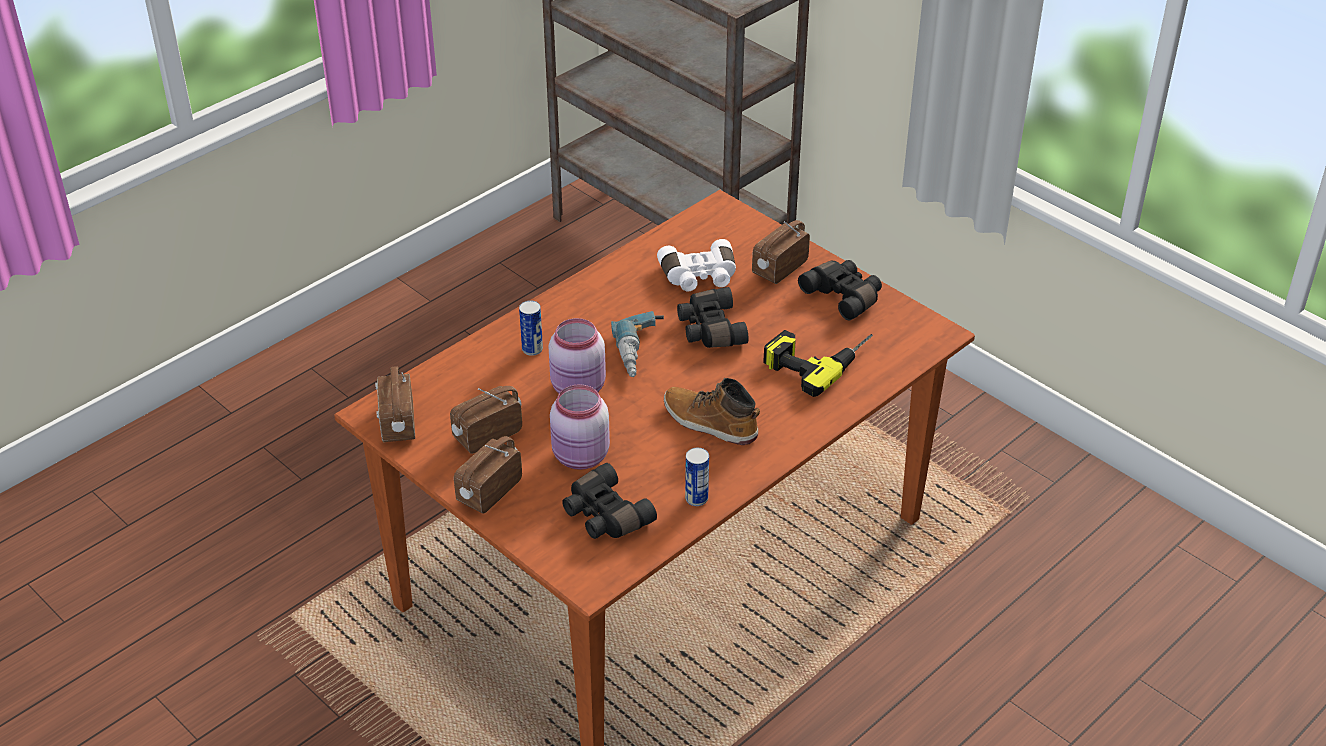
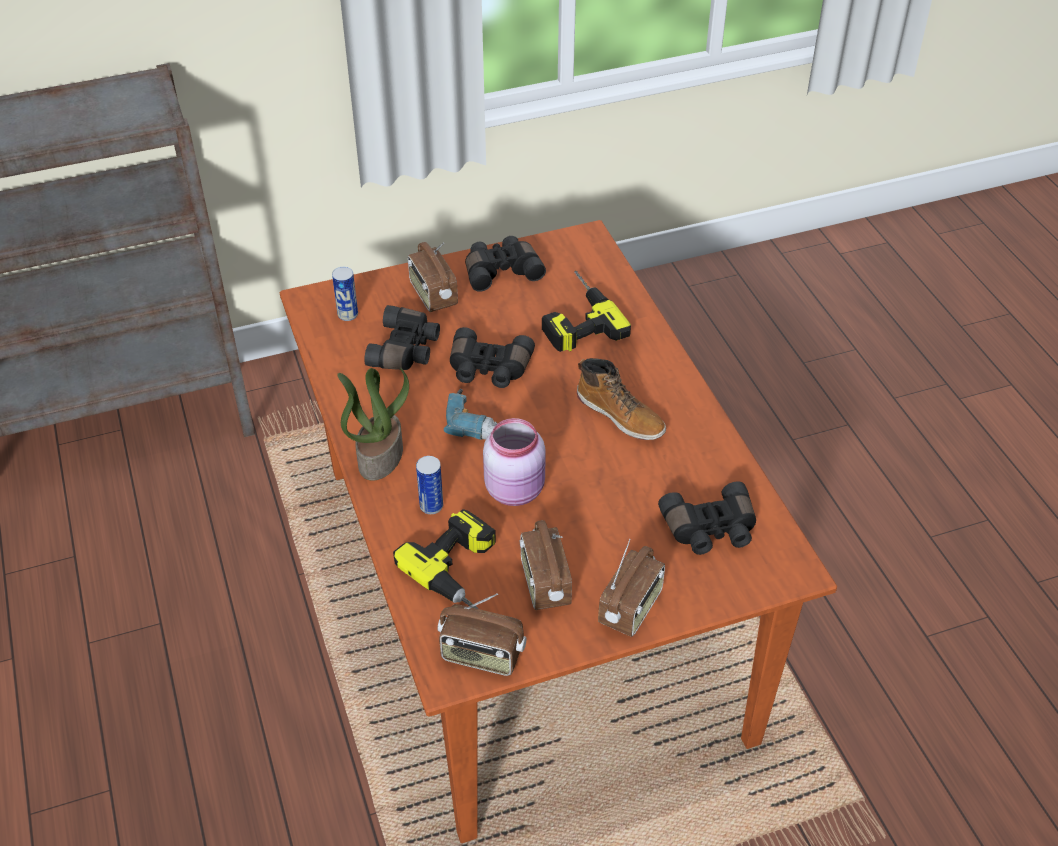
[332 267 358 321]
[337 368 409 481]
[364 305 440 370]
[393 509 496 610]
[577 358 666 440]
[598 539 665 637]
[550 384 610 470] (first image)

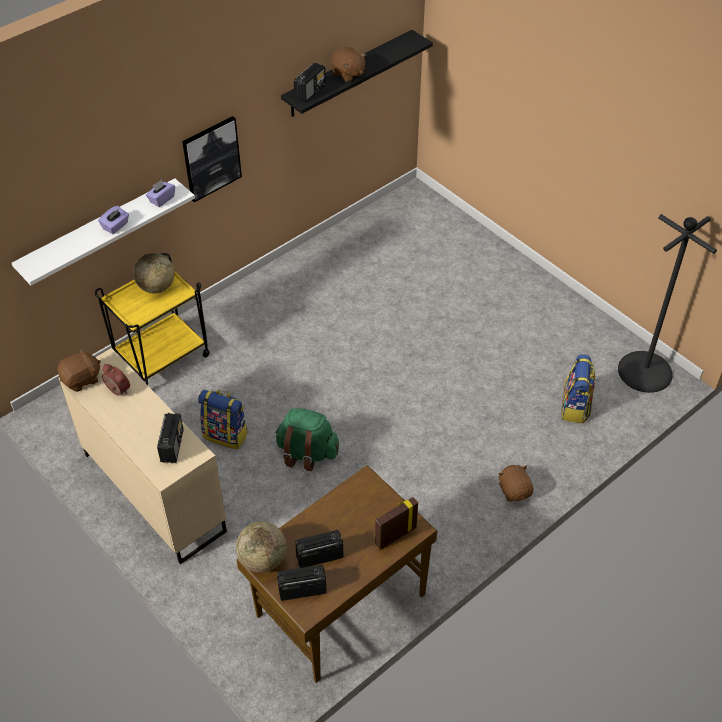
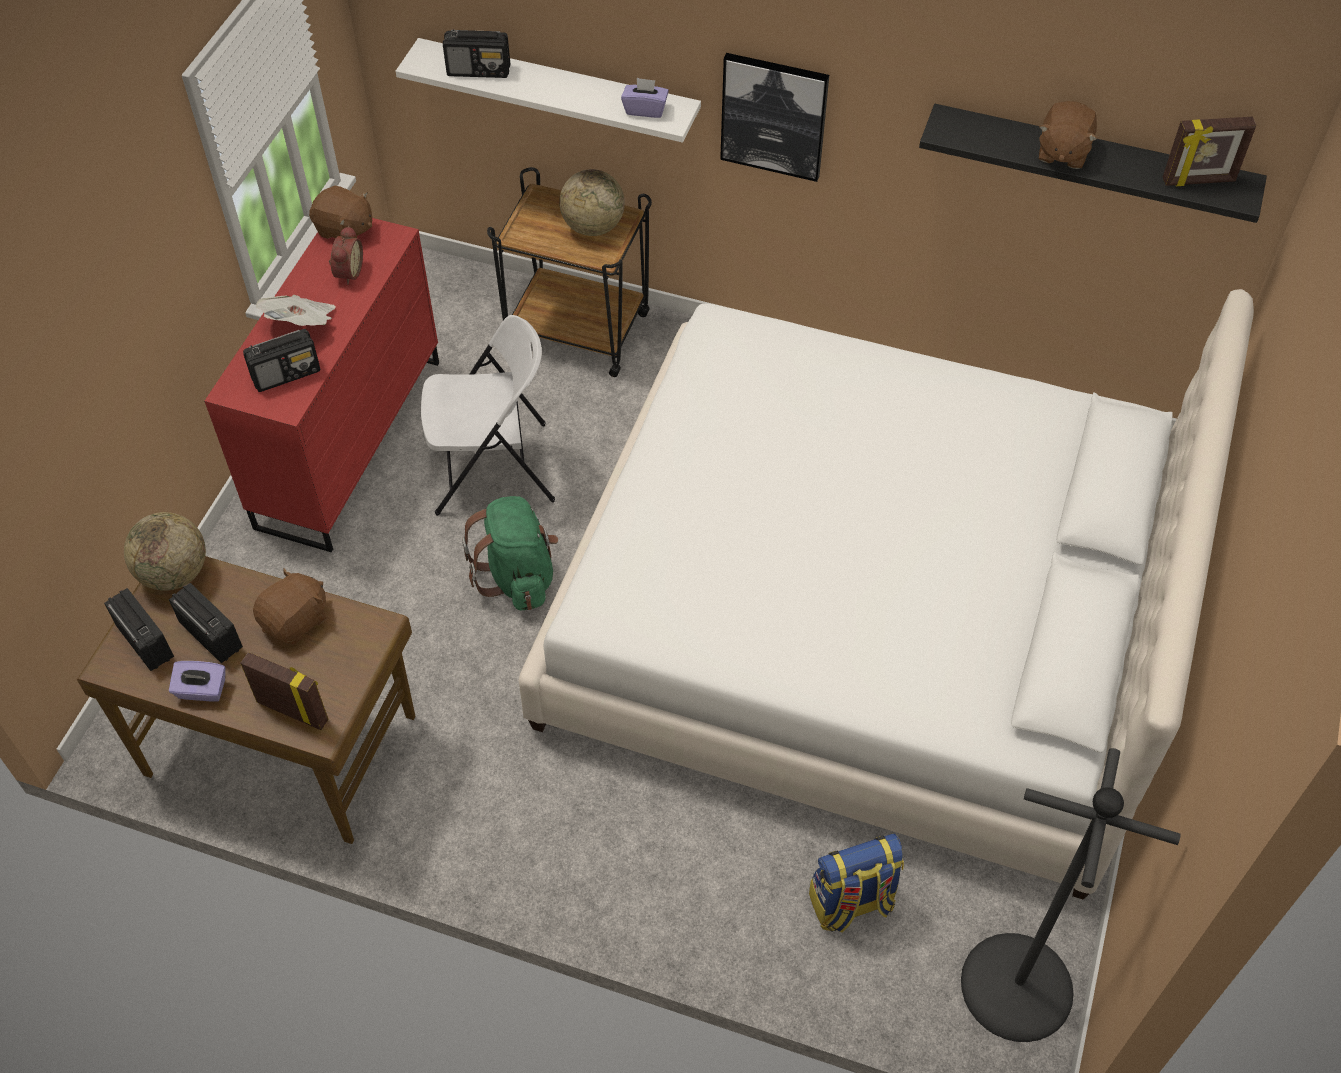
[169 661 225 702]
[204 218 439 552]
[253 568 326 644]
[256 295 336 326]
[421 315 555 516]
[443 29 510 78]
[487 167 652 377]
[519 289 1254 899]
[1163 117 1257 186]

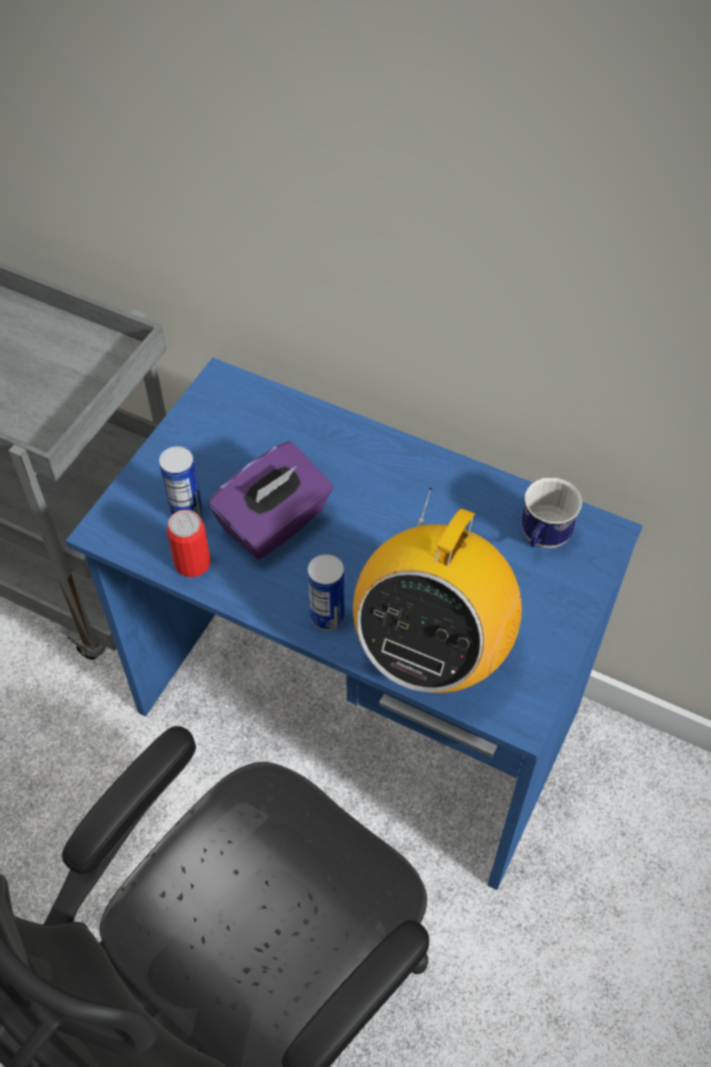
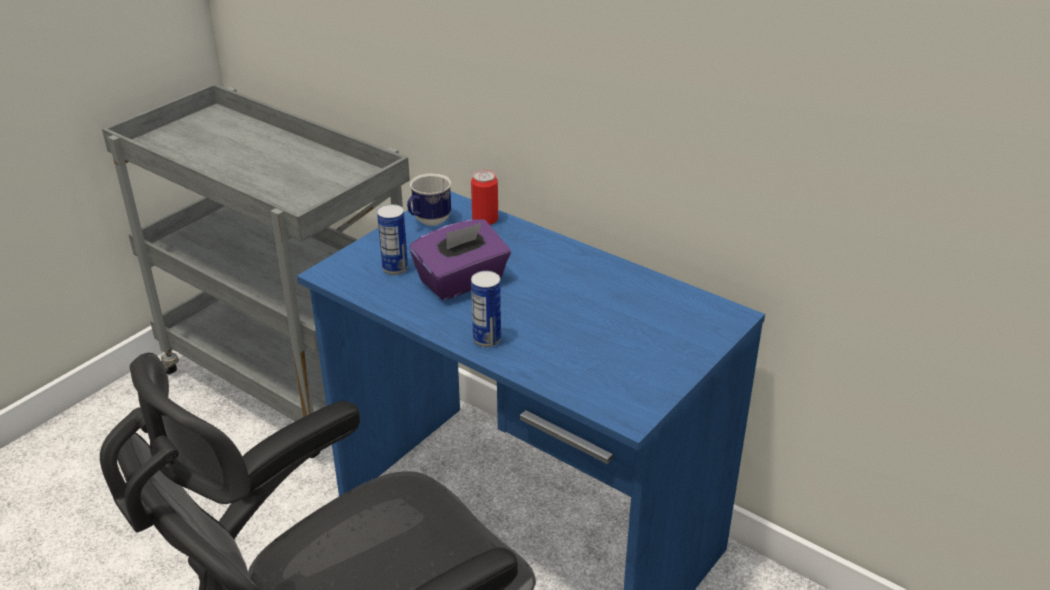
[407 173 451 226]
[471 170 498 225]
[353 488 522 693] (first image)

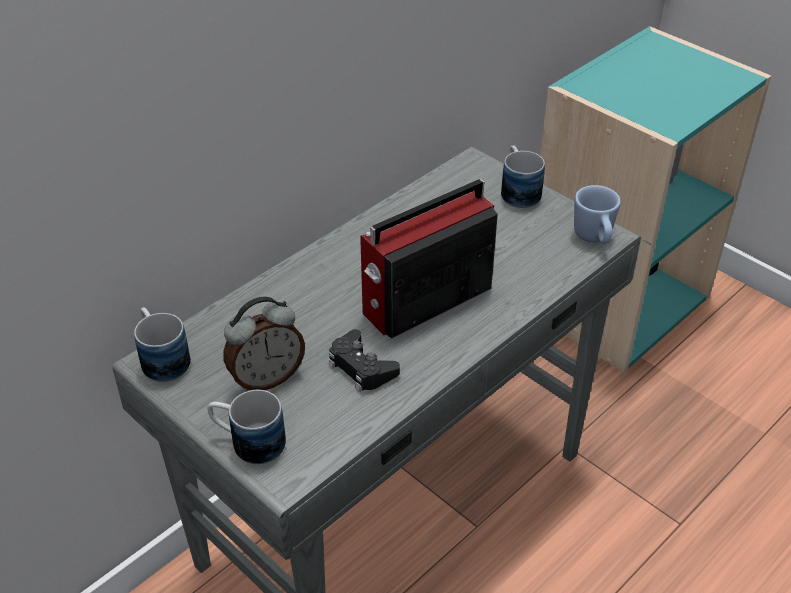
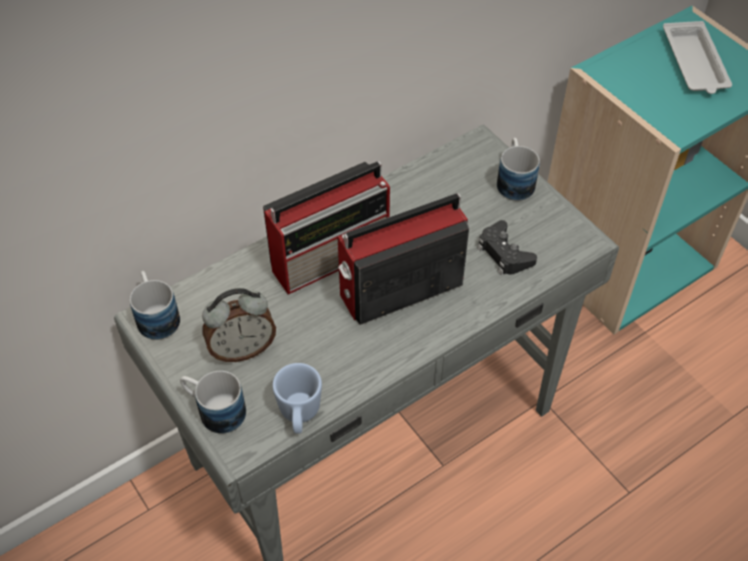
[263 161 390 295]
[272 363 322 434]
[477 220 537 275]
[663 21 732 94]

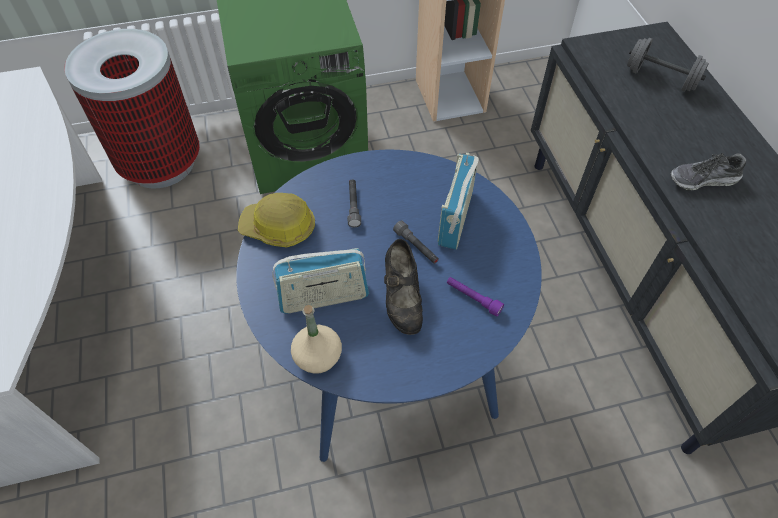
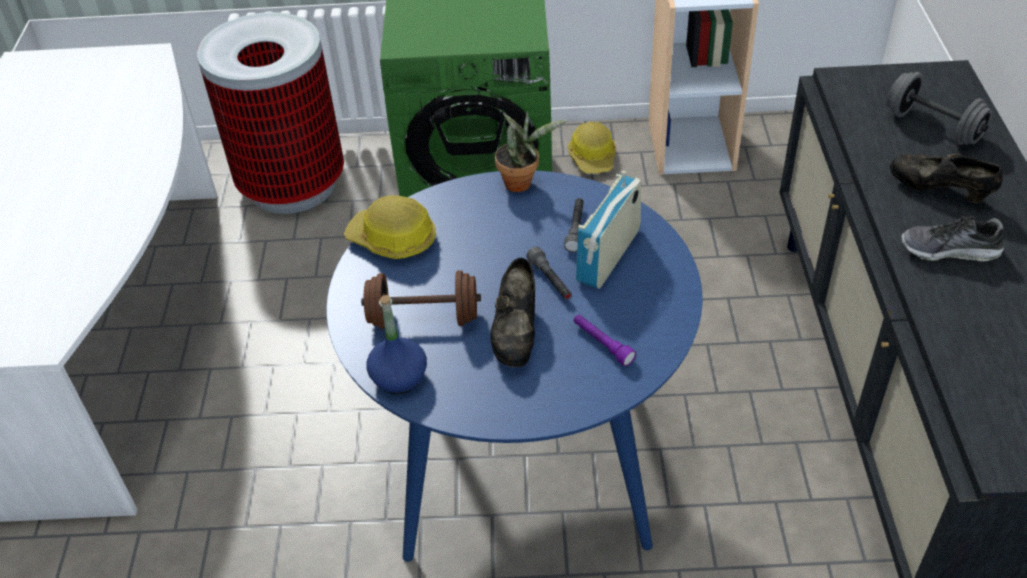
[361 270 481 329]
[367 295 427 395]
[495 112 567 192]
[564 198 584 252]
[568 122 616 173]
[890 154 1003 203]

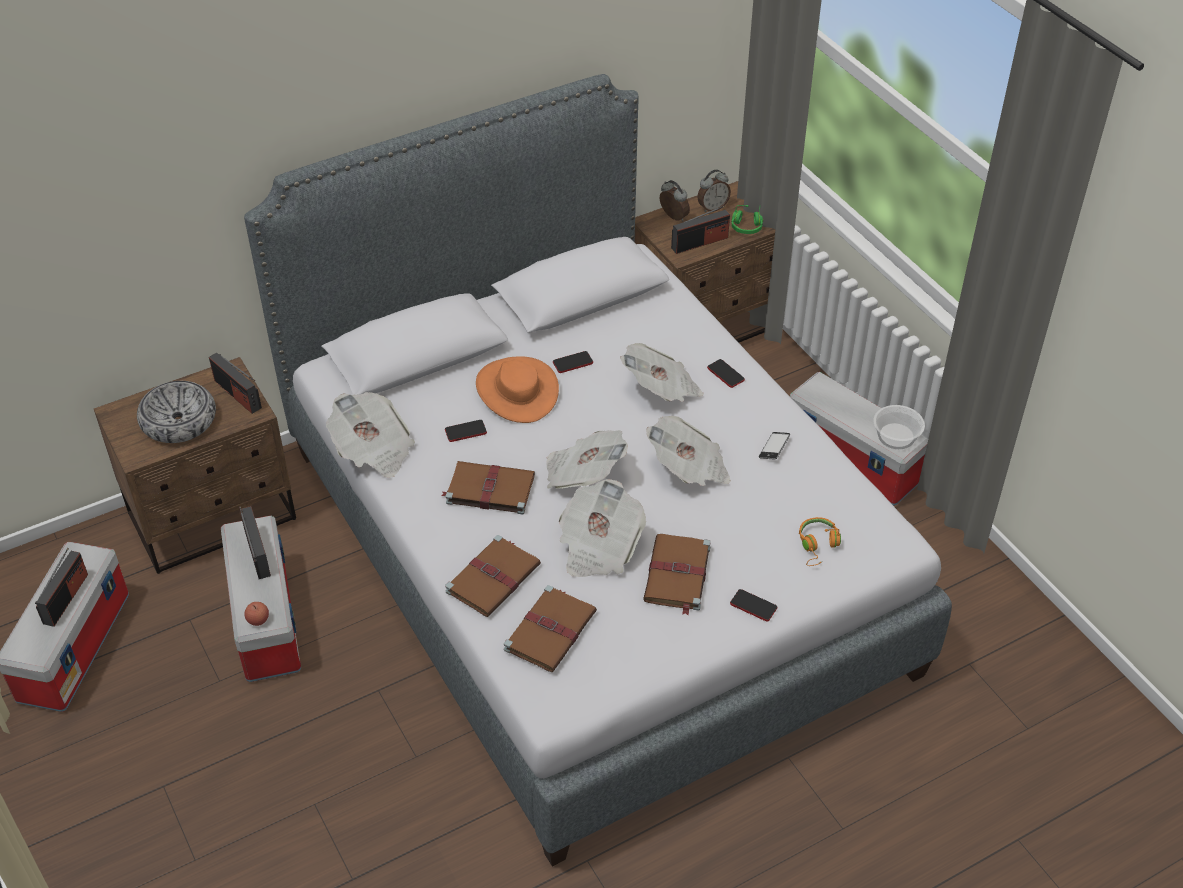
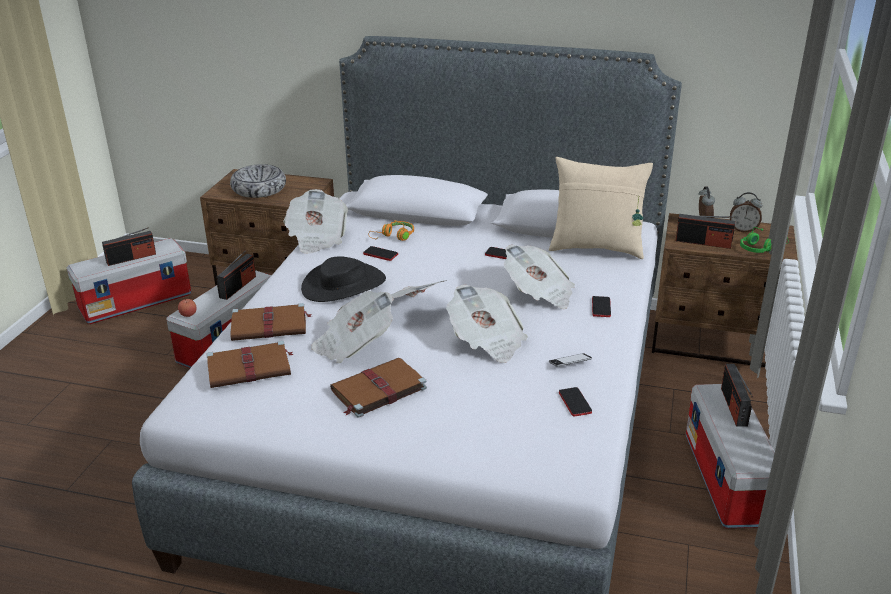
[301 256 386 302]
[368 220 414 241]
[549 157 653 259]
[559 387 592 417]
[721 364 753 427]
[476 356 559 423] (first image)
[874 405 925 449] (first image)

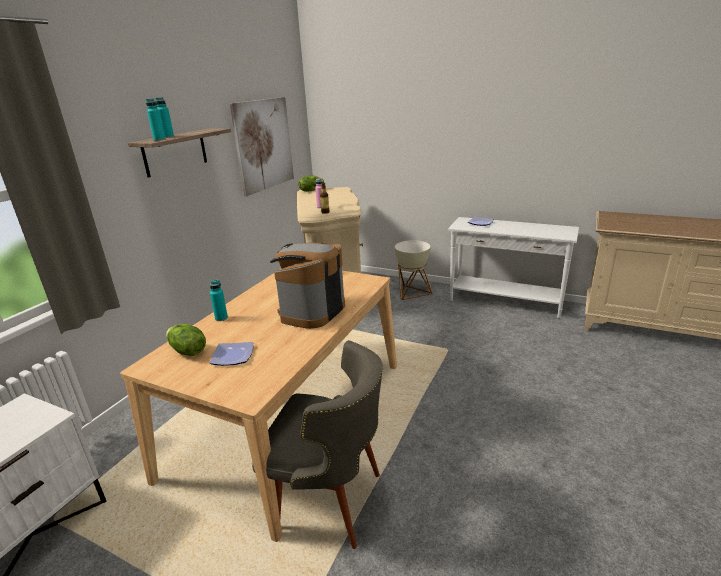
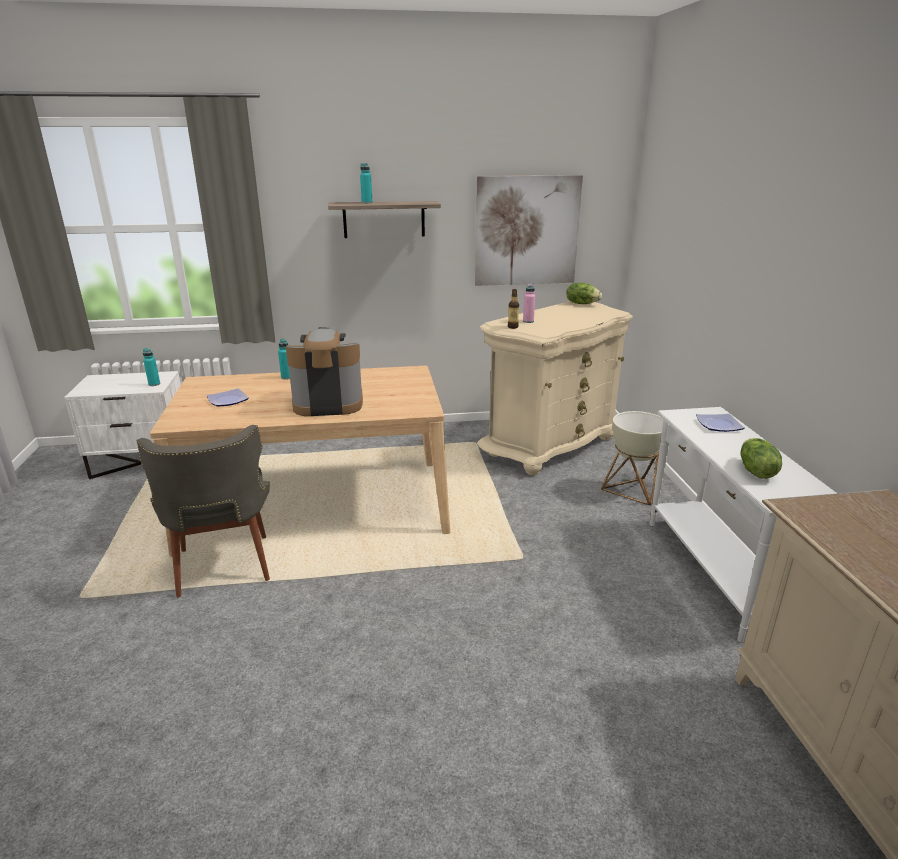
[143 348 160 386]
[741 438 782 479]

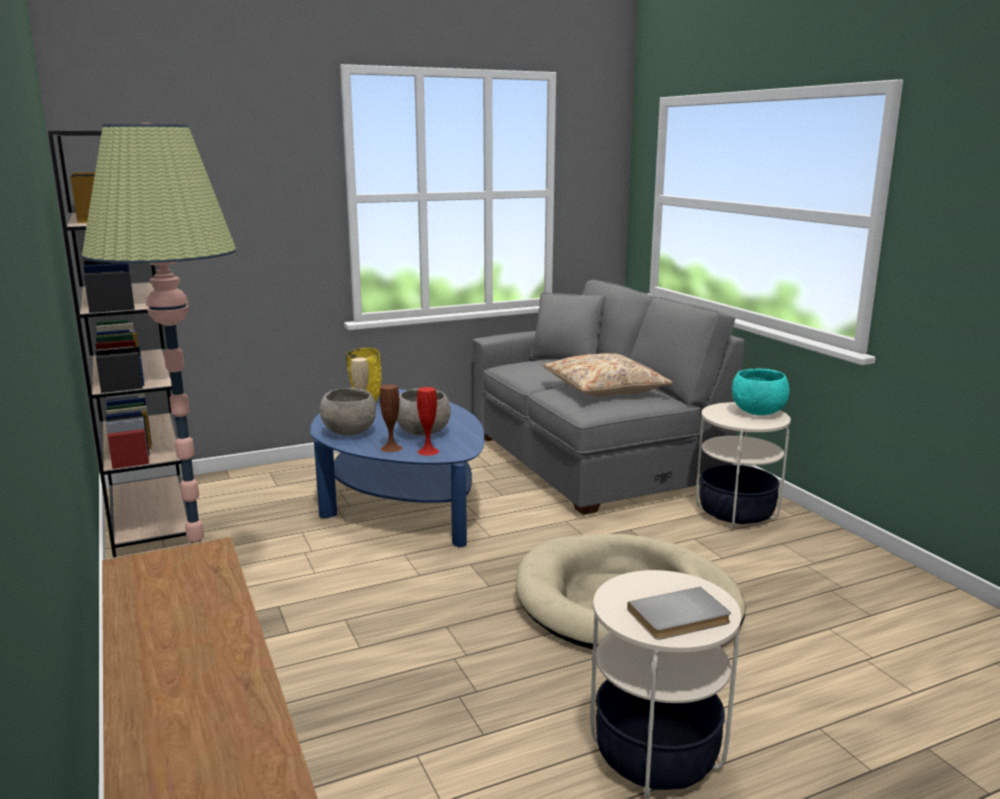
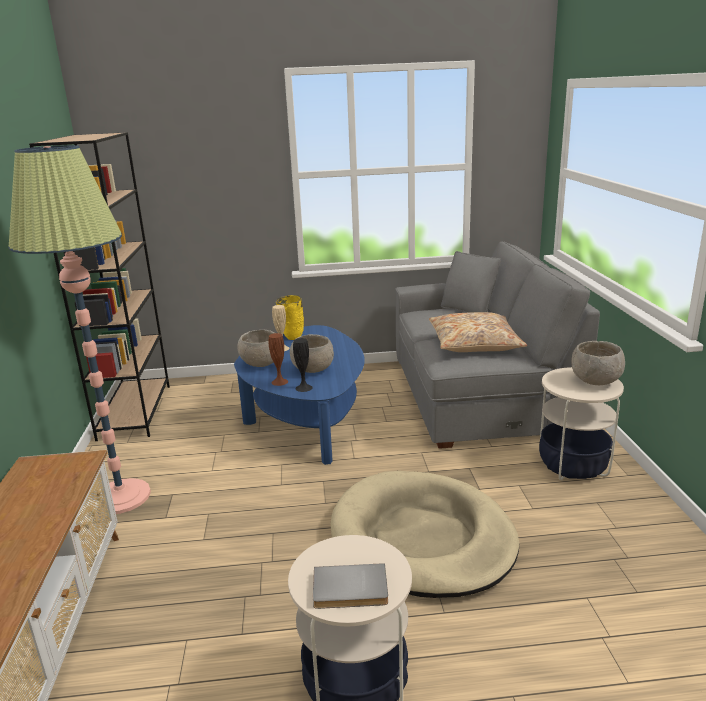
[293 338 313 392]
[571 341 625 385]

